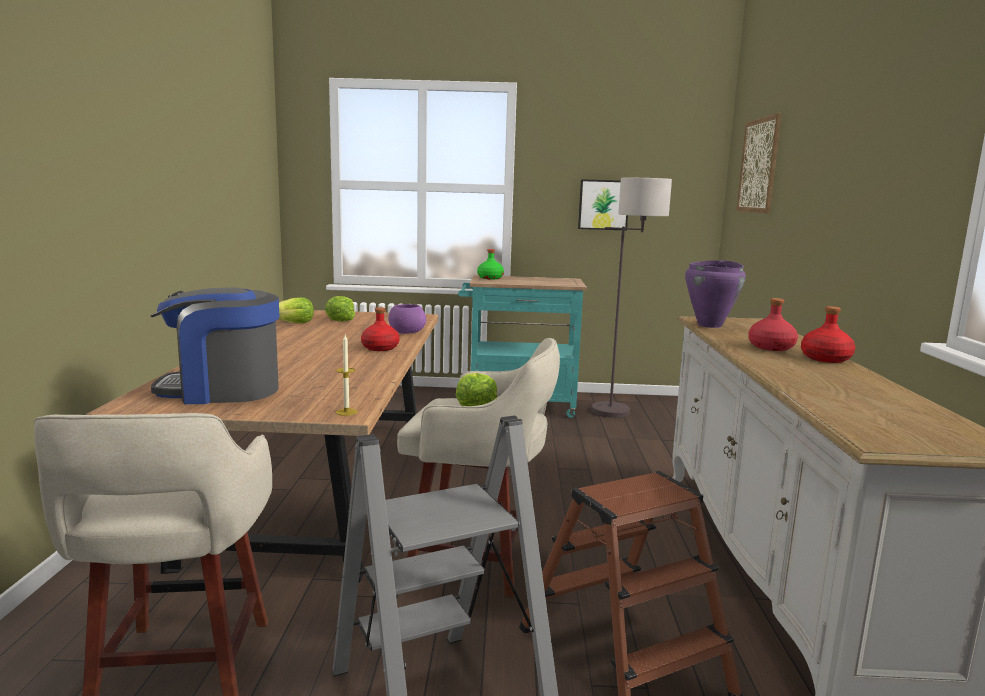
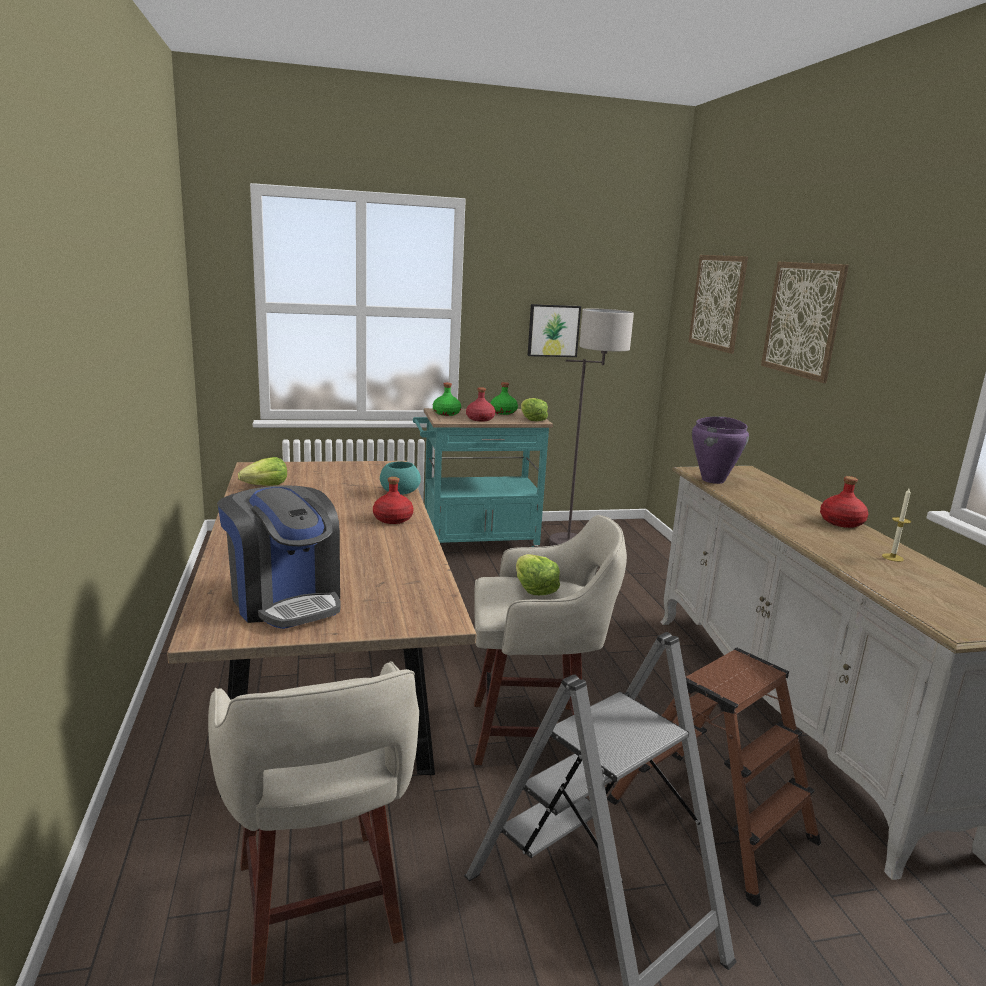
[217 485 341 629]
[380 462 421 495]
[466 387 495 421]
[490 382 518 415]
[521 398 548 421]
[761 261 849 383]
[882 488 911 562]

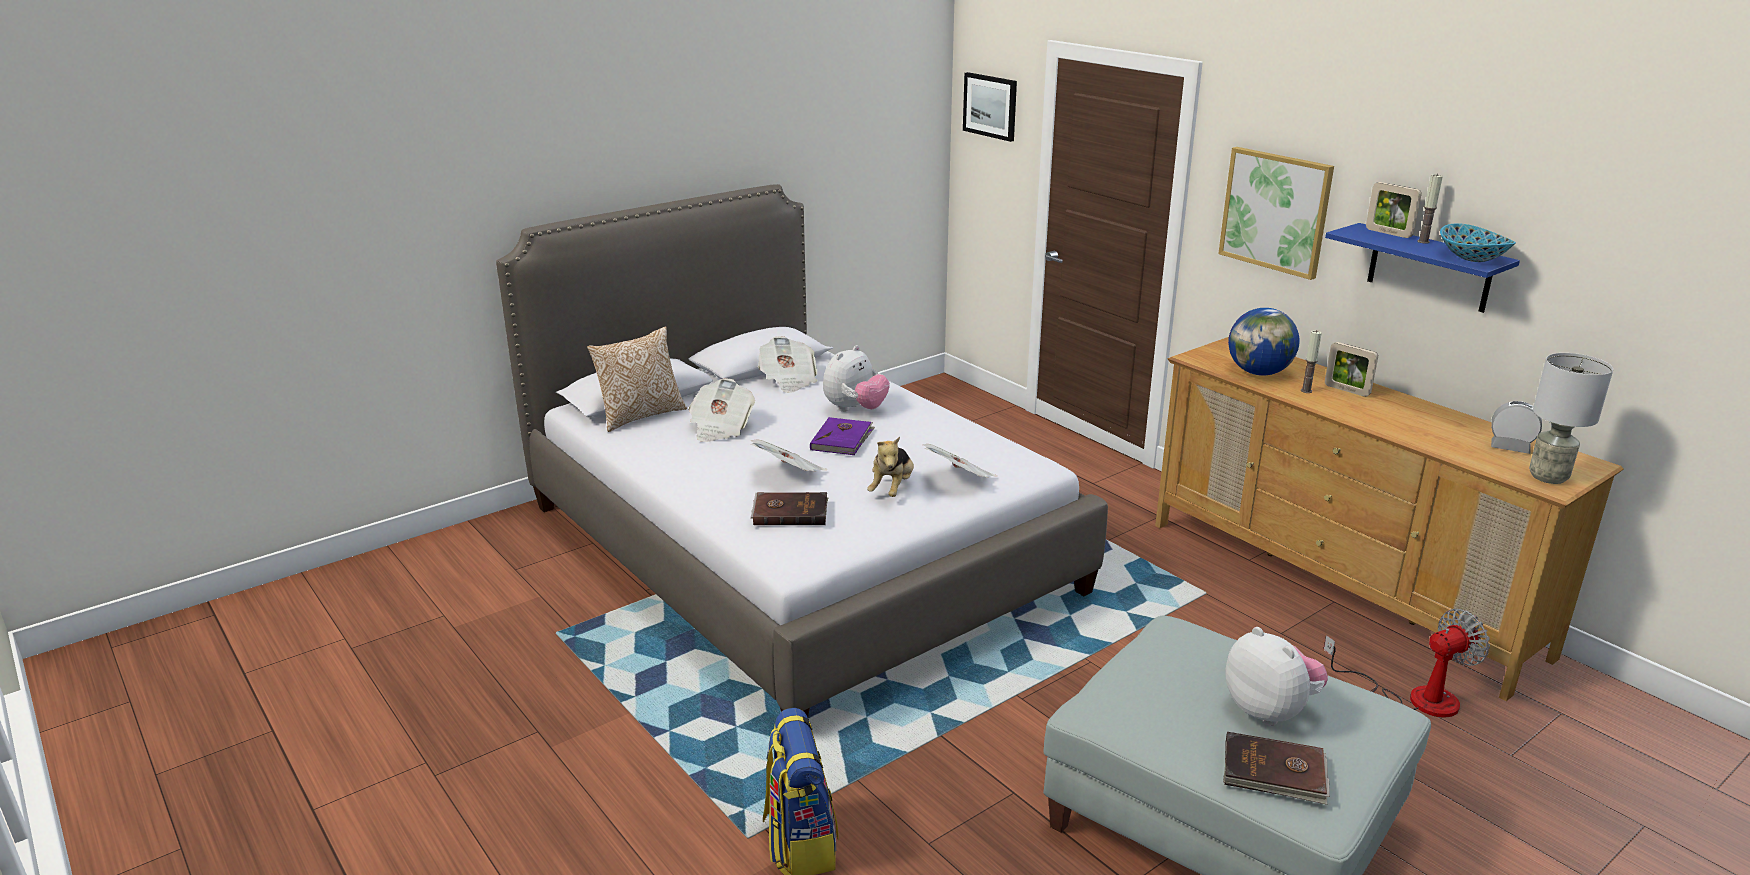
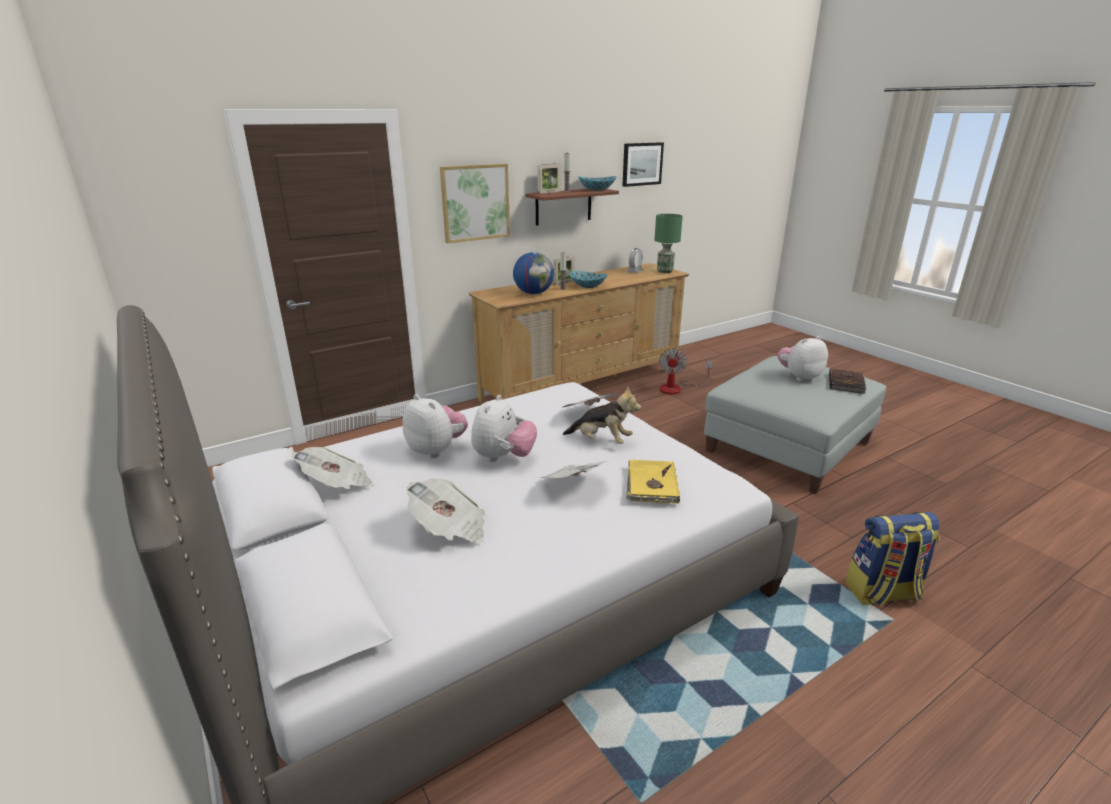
[471 395 537 462]
[525 189 619 226]
[569 271 608 288]
[622 142 664 187]
[626 460 680 504]
[654 214 683 273]
[659 348 712 394]
[587 327 687 432] (first image)

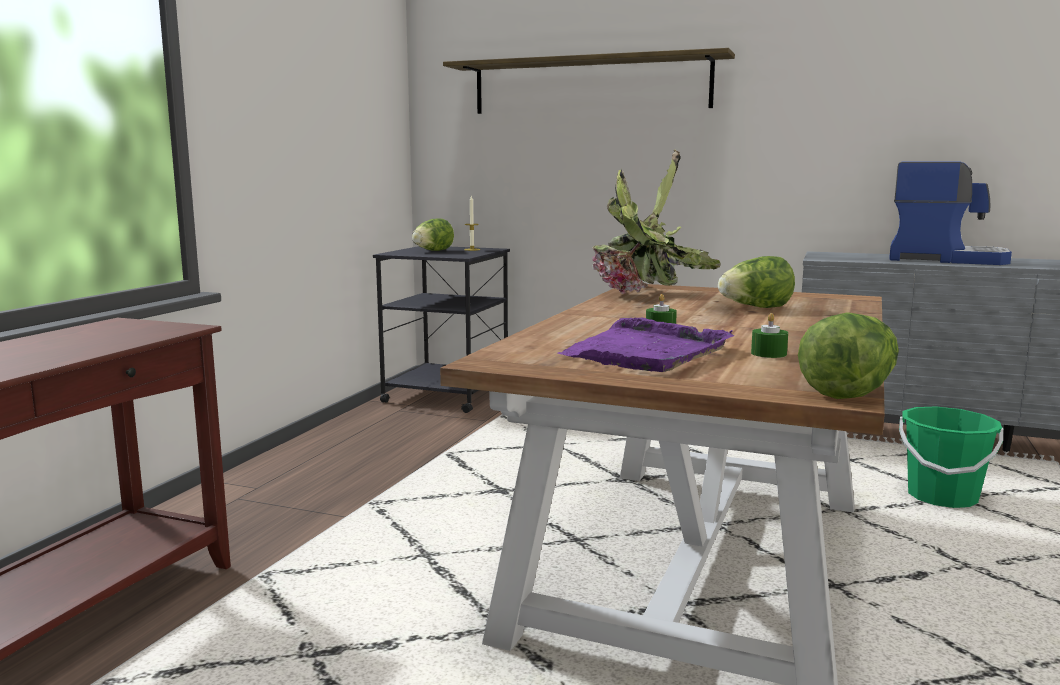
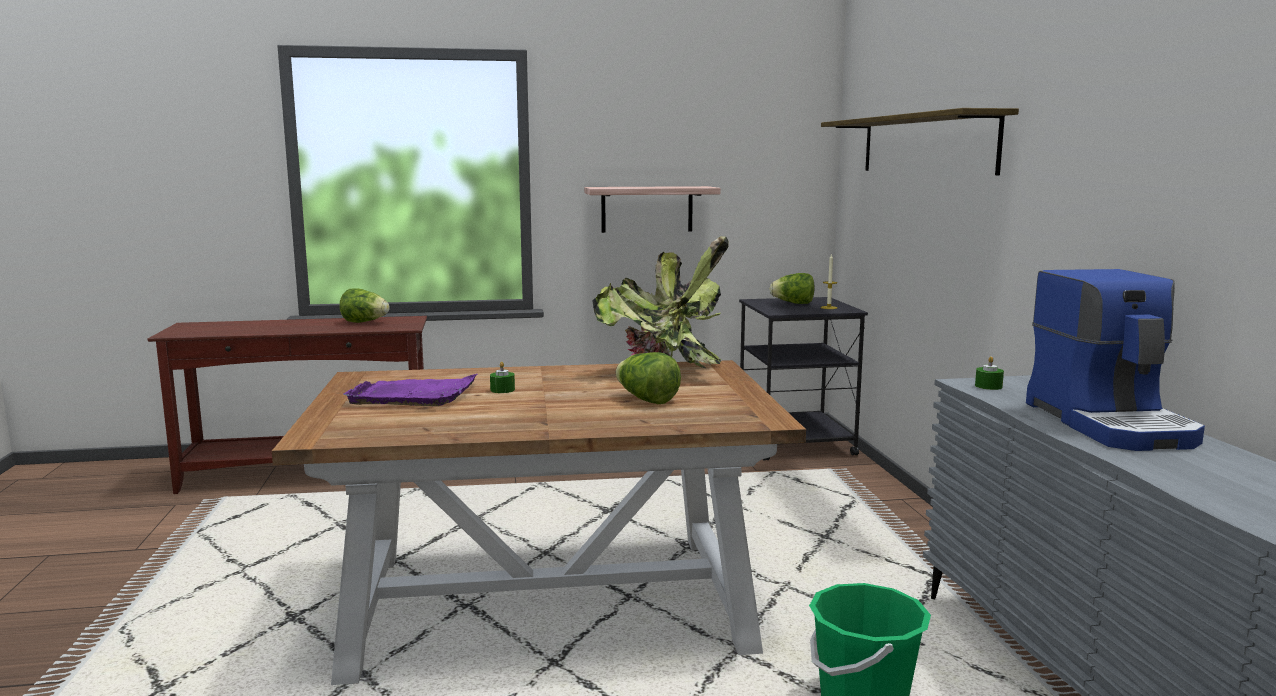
[339 288 390 323]
[584 186 721 233]
[975 356 1004 390]

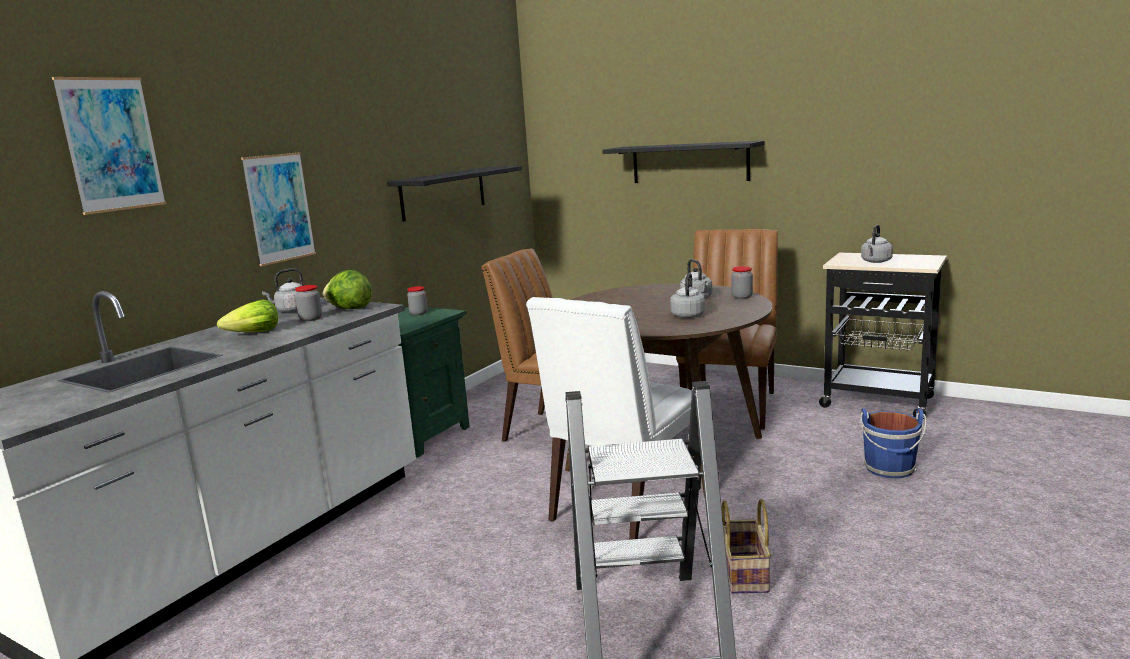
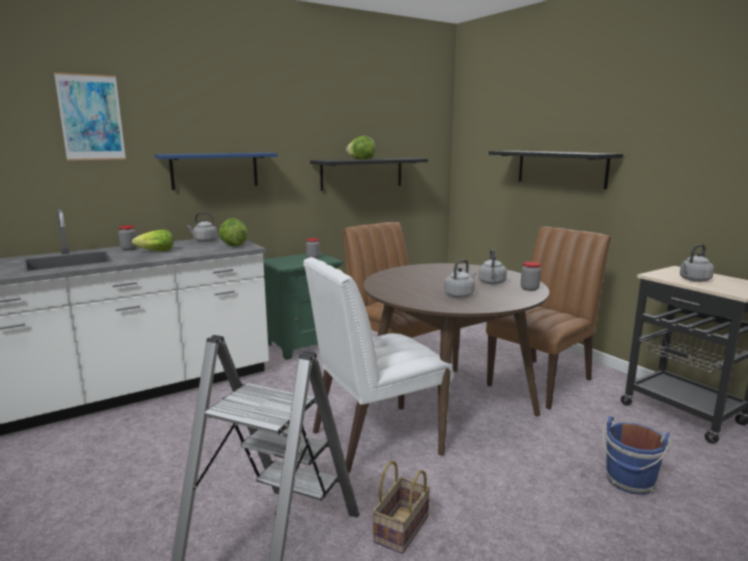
[118 225 137 250]
[155 153 278 190]
[346 136 375 160]

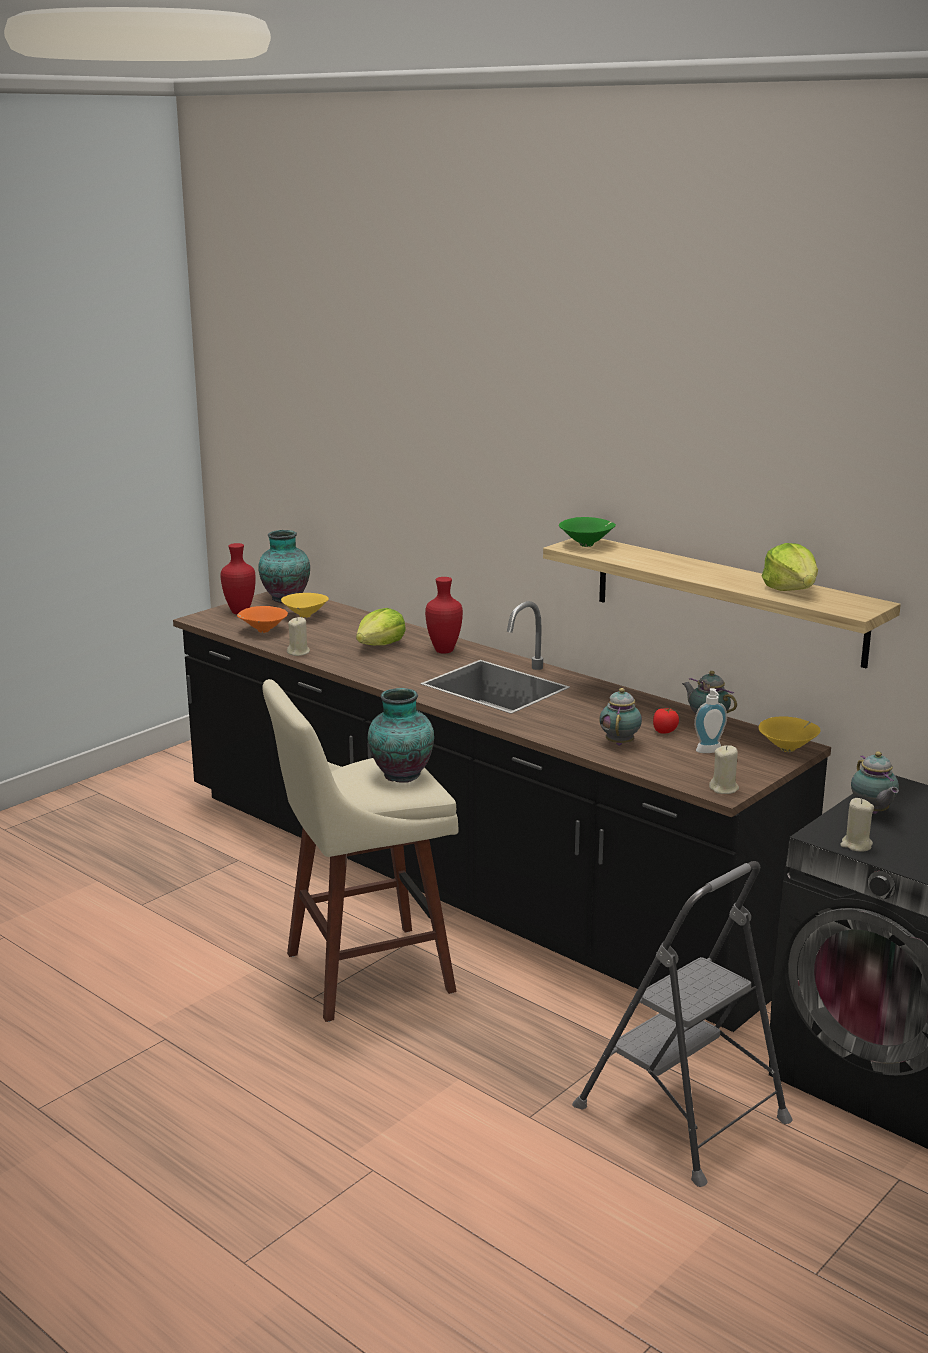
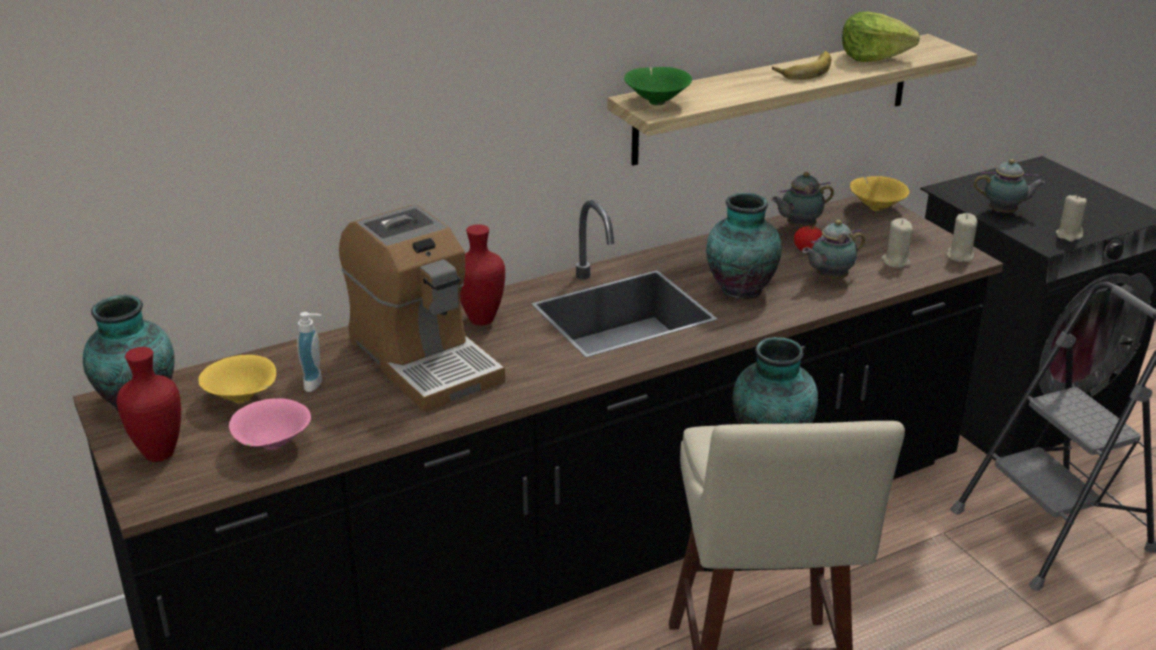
[229 398 311 450]
[297 312 322 392]
[339 205 505 412]
[706 193 782 299]
[772 51 831 80]
[802 220 865 279]
[881 218 913 268]

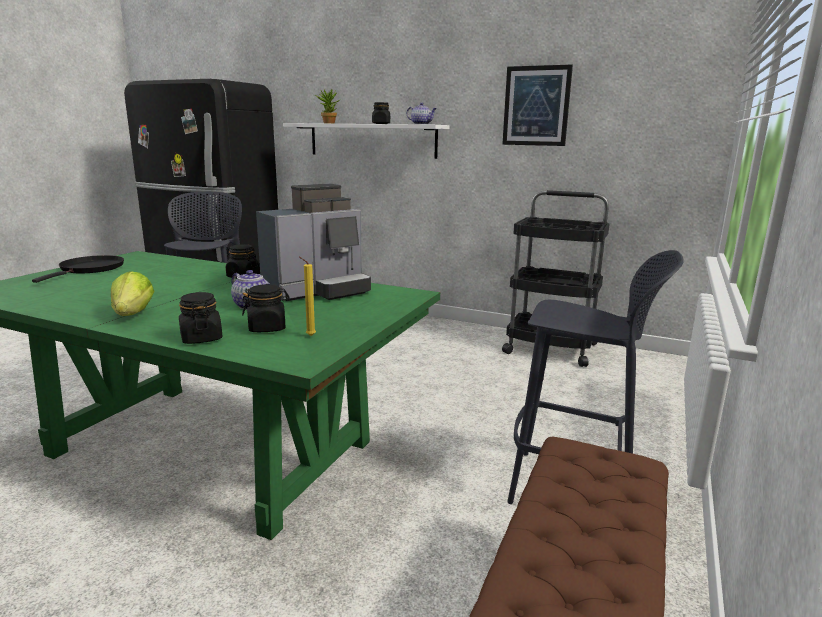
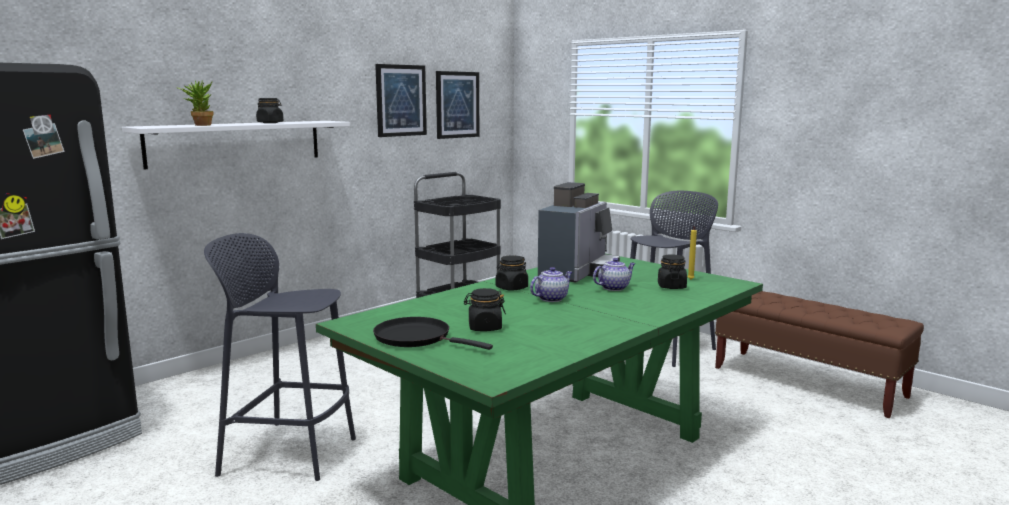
[436 71 479 139]
[464 288 506 331]
[530 267 572 302]
[538 182 620 283]
[111 271 154 316] (first image)

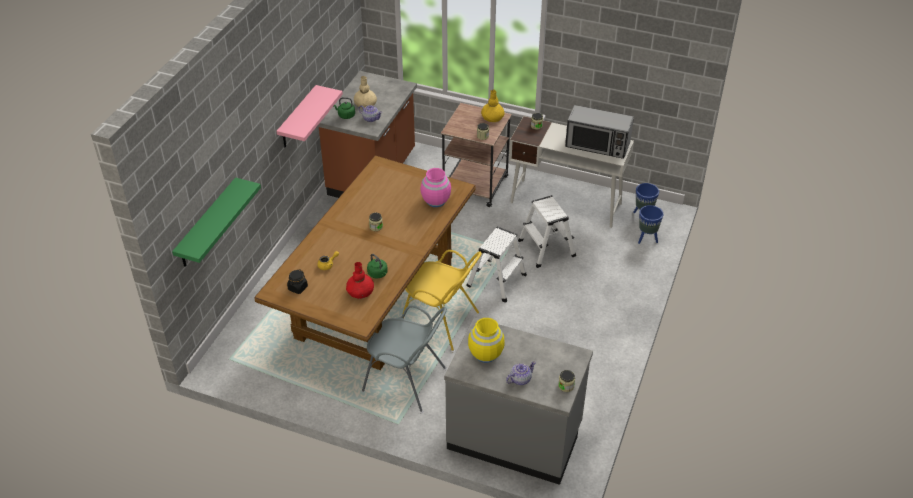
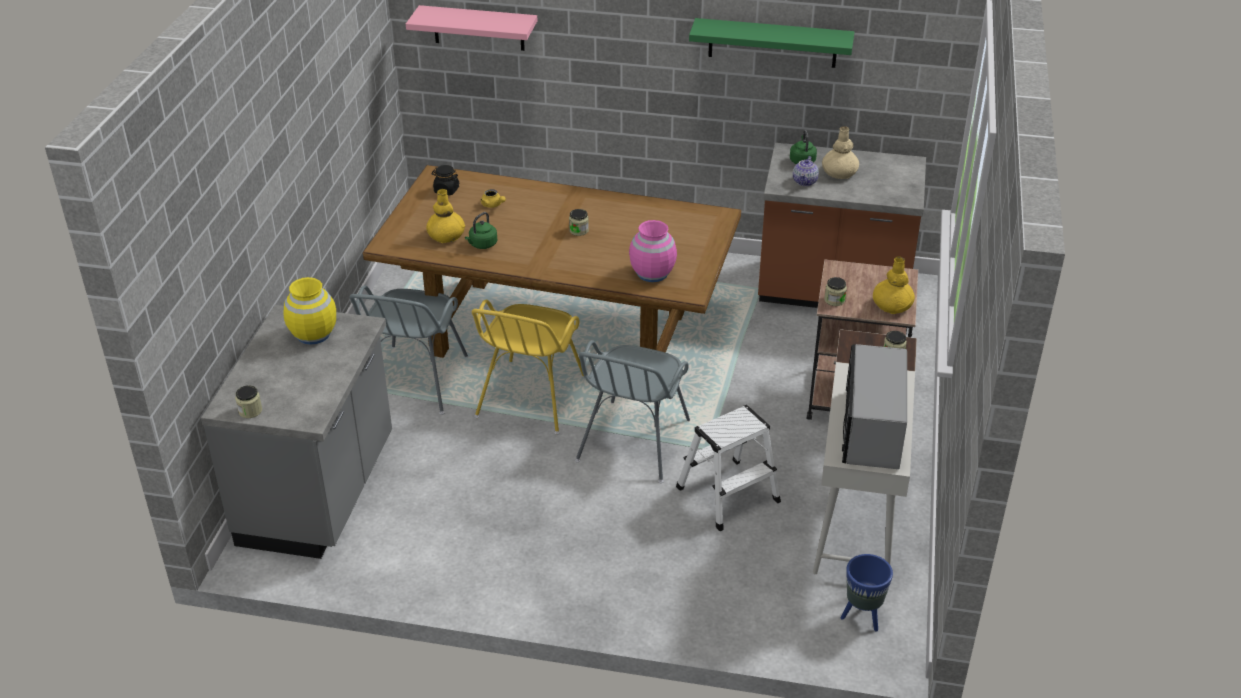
[406 5 538 51]
[426 189 465 243]
[575 340 690 483]
[689 18 854 68]
[506 361 536 385] (first image)
[638 205 663 244] (first image)

